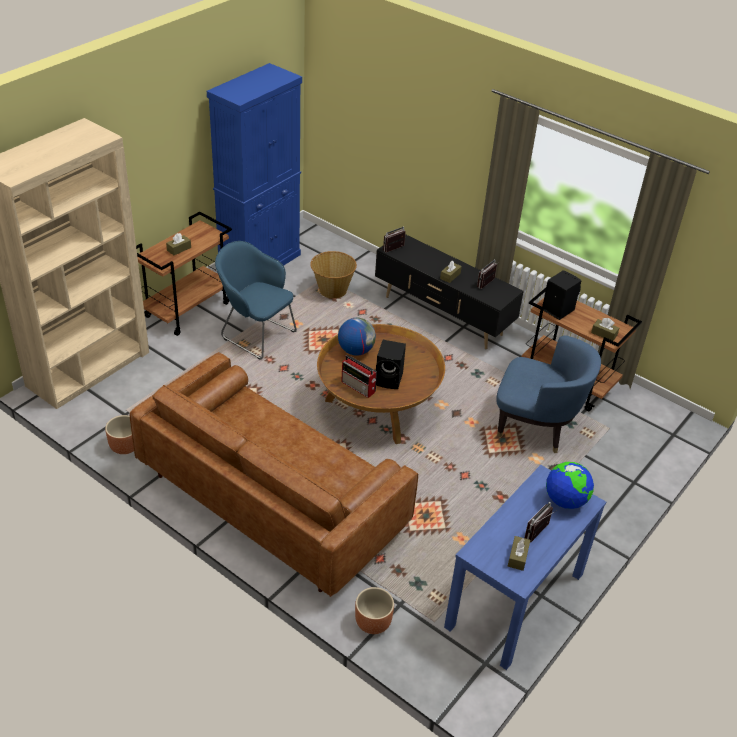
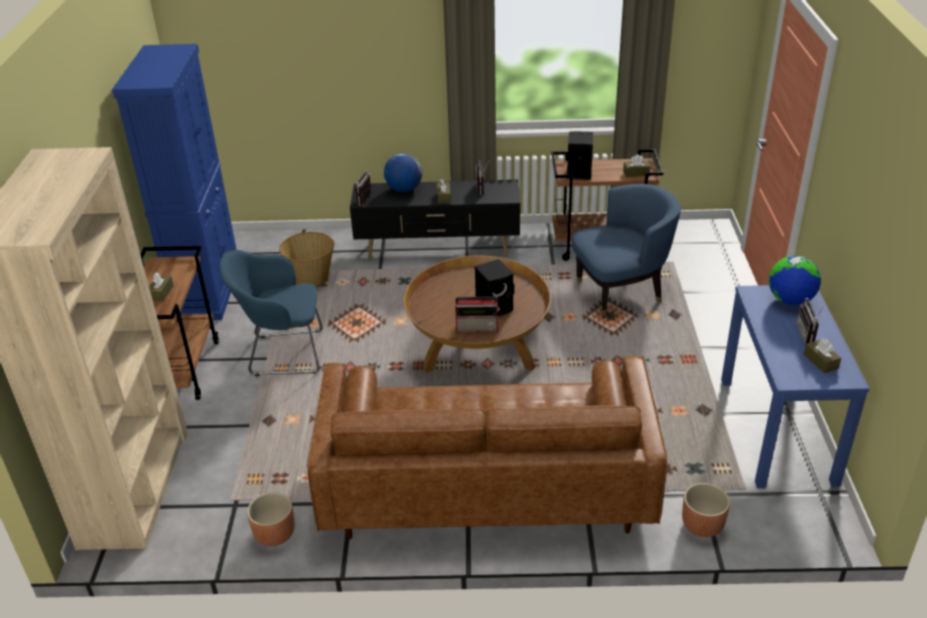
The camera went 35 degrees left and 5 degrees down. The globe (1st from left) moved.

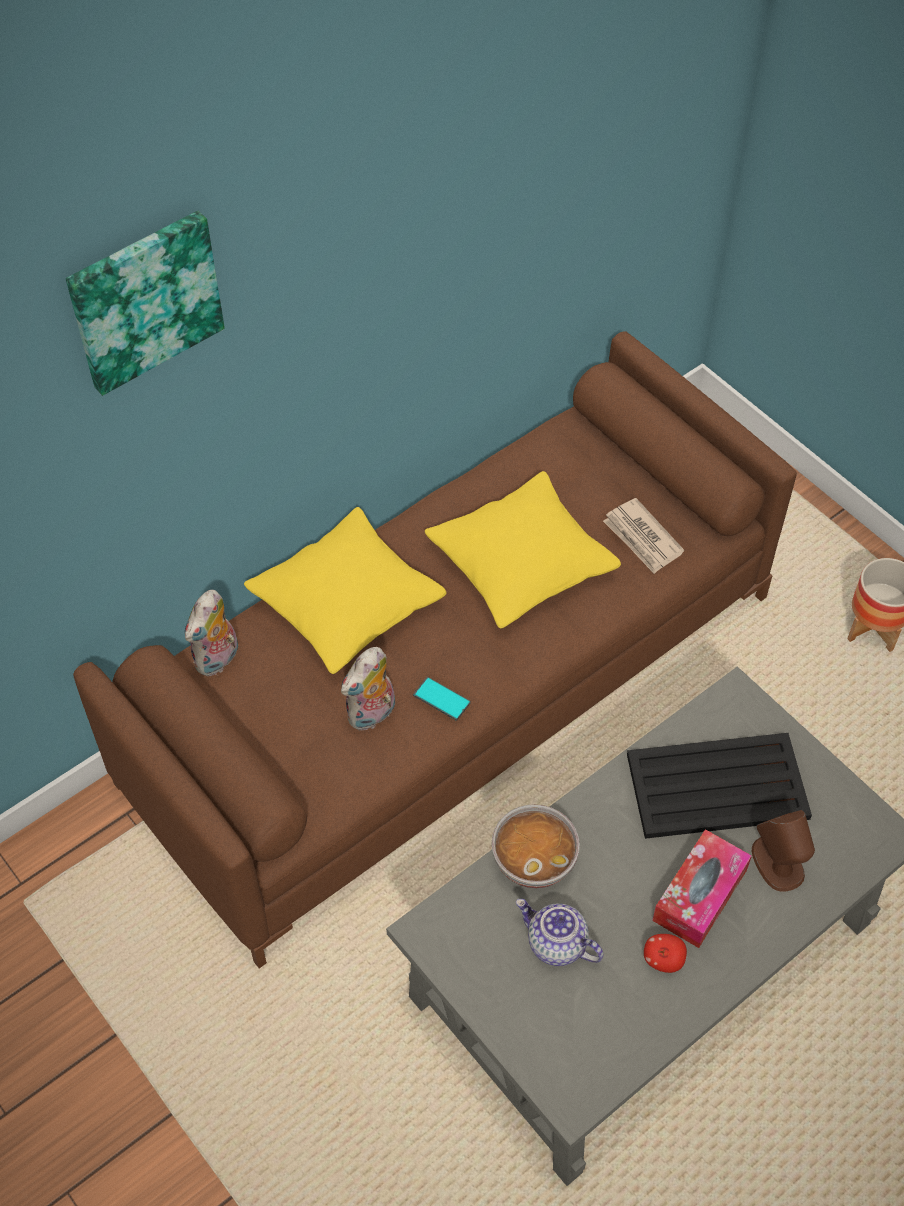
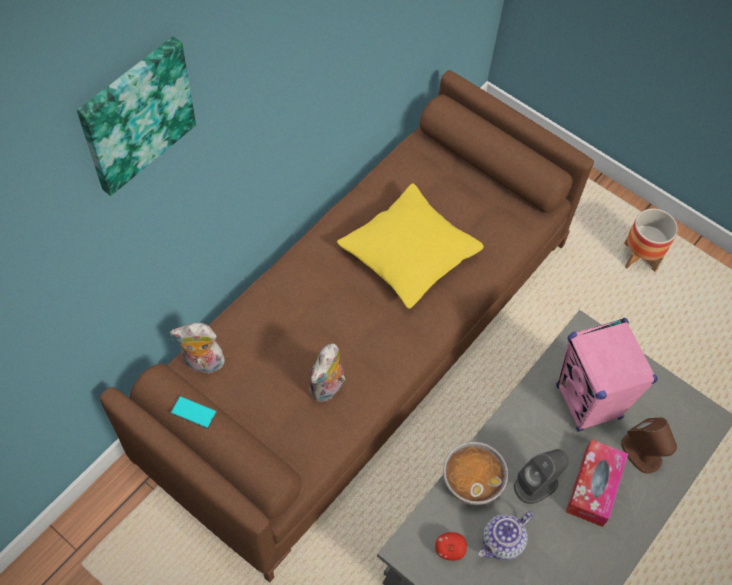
The camera went 15 degrees left and 5 degrees up. The plush toy (1st from left) turned 75 degrees clockwise. The yellowish throw pillow (1st from left) disappeared. The phone moved. The teapot turned 60 degrees counterclockwise. The newspaper disappeared. The black carrying tray was replaced by the pink-coloured audio speaker. The whole apple moved. The greyish audio speaker appeared.

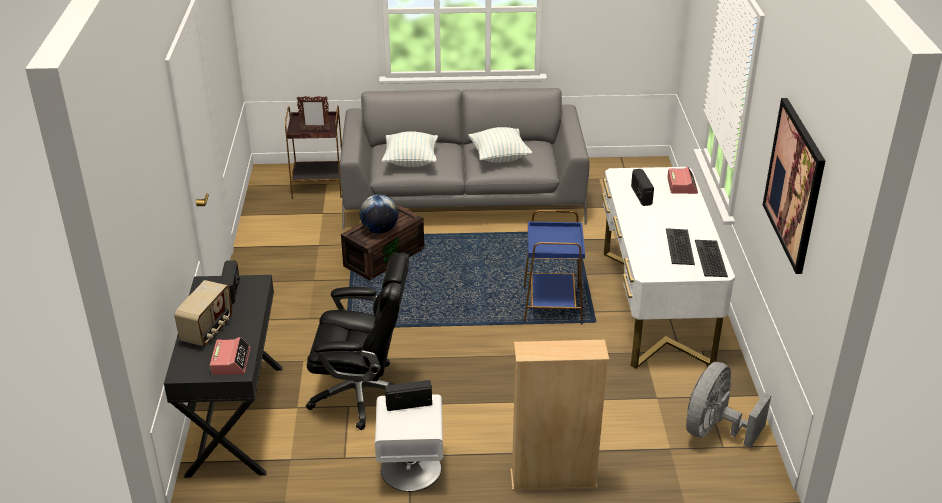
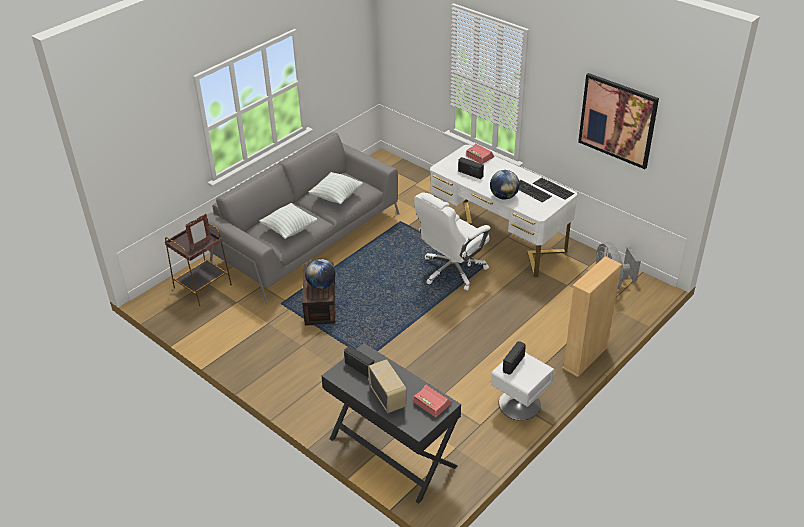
The camera went 45 degrees left and 5 degrees up. The black computer chair disappeared. The blue accent table was replaced by the white computer chair. The globe (2nd from left) appeared.

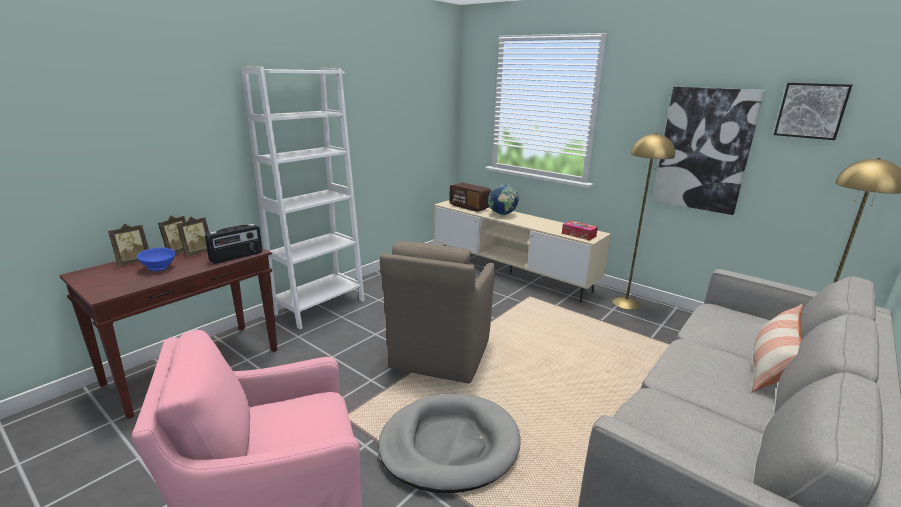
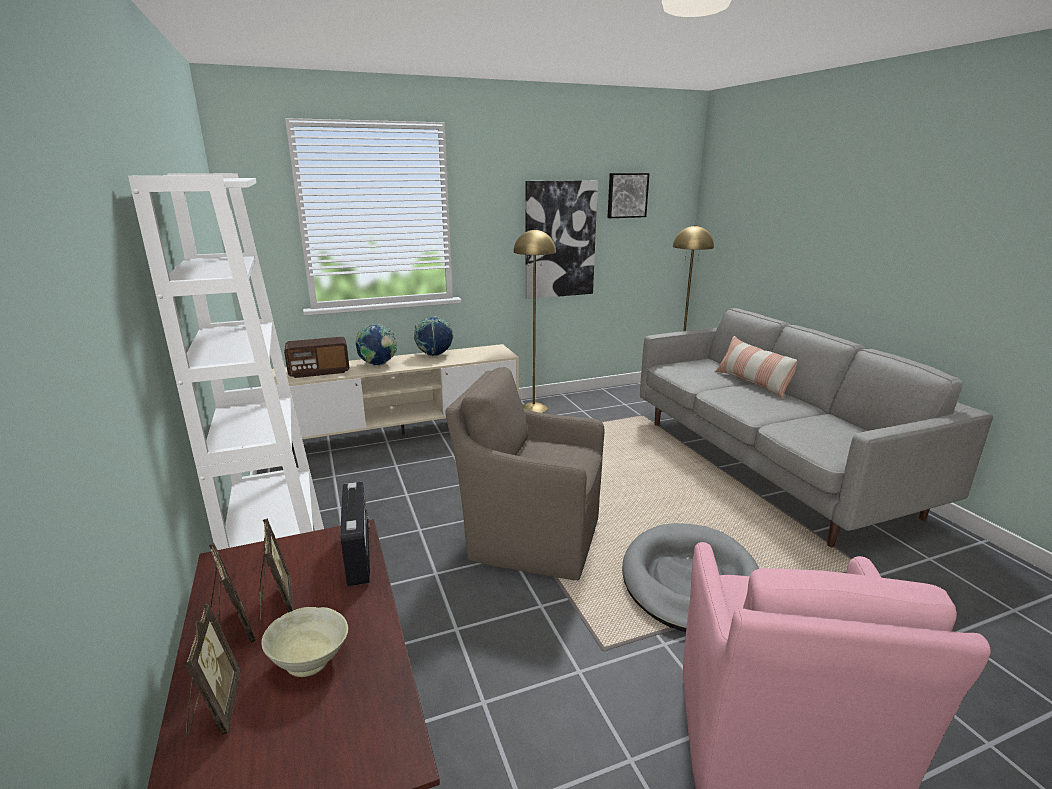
The camera went 60 degrees left and 0 degrees up. The blue serving bowl became the beige serving bowl. The brown-coloured armchair turned 150 degrees clockwise. The tissue box disappeared. The globe (2nd from left) appeared.

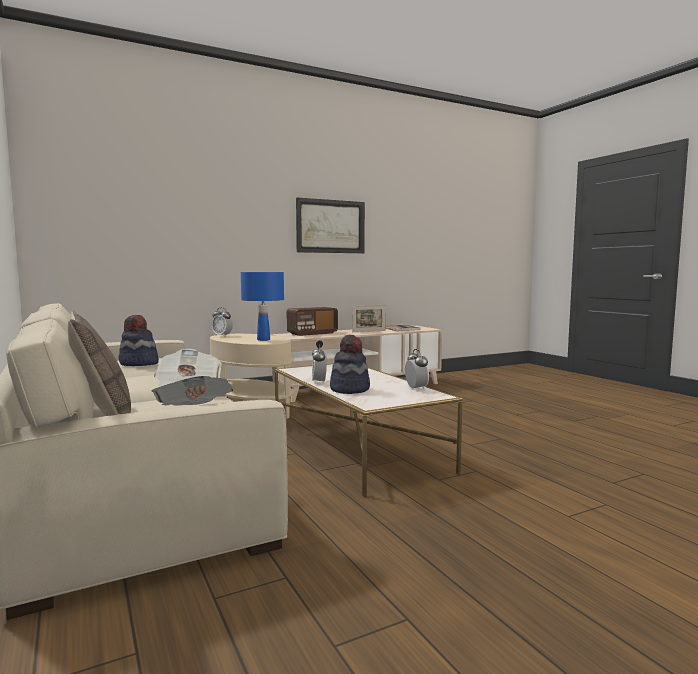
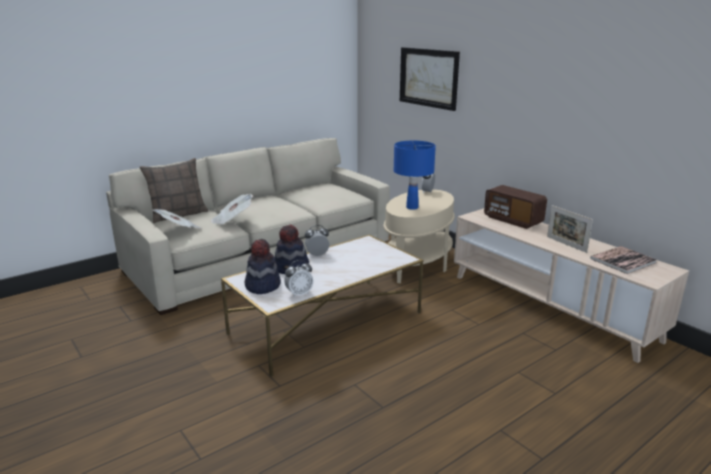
The camera went 80 degrees right and 15 degrees up. The hat (1st from left) moved. The picture moved.

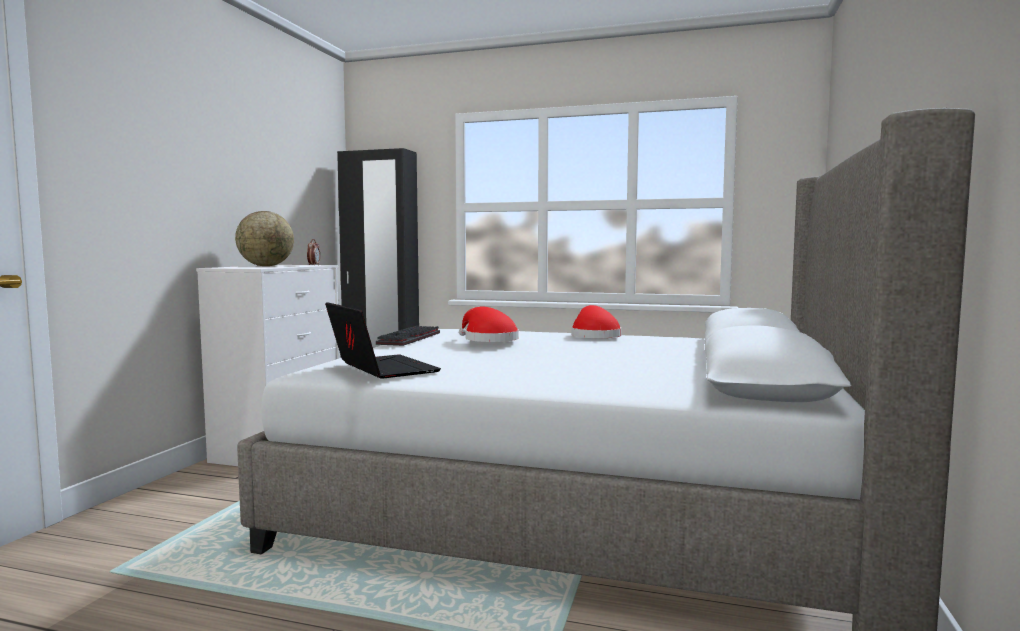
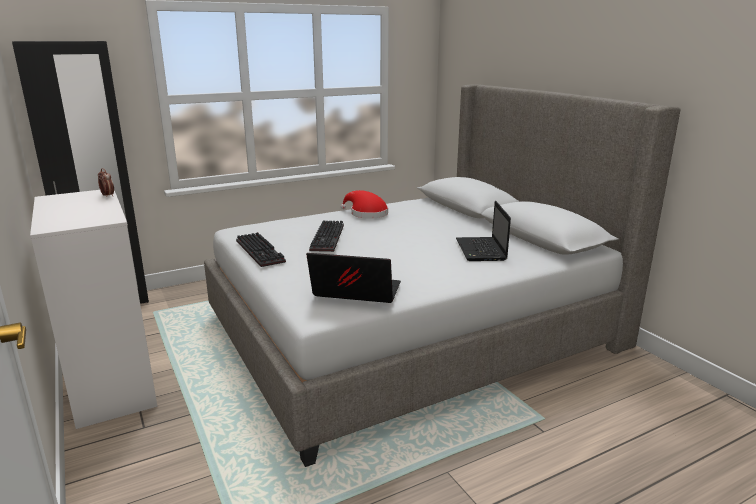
The camera went 45 degrees left and 15 degrees up. The globe disappeared. The reddish hat (1st from left) was replaced by the computer keyboard (2nd from left). The portable computer (2nd from left) appeared.

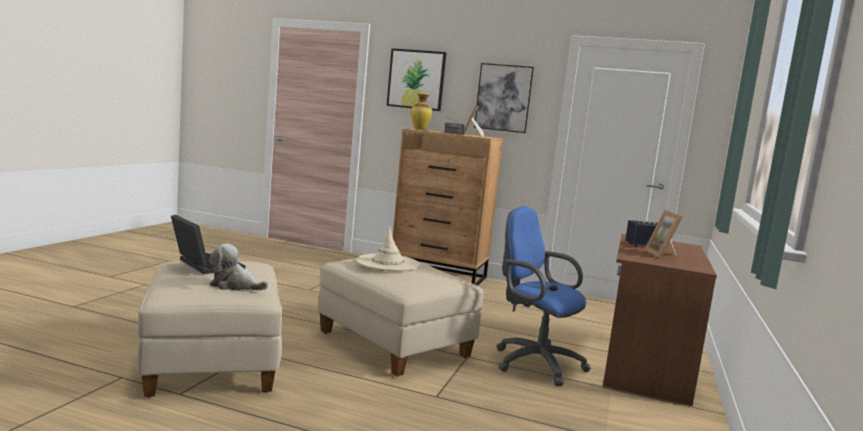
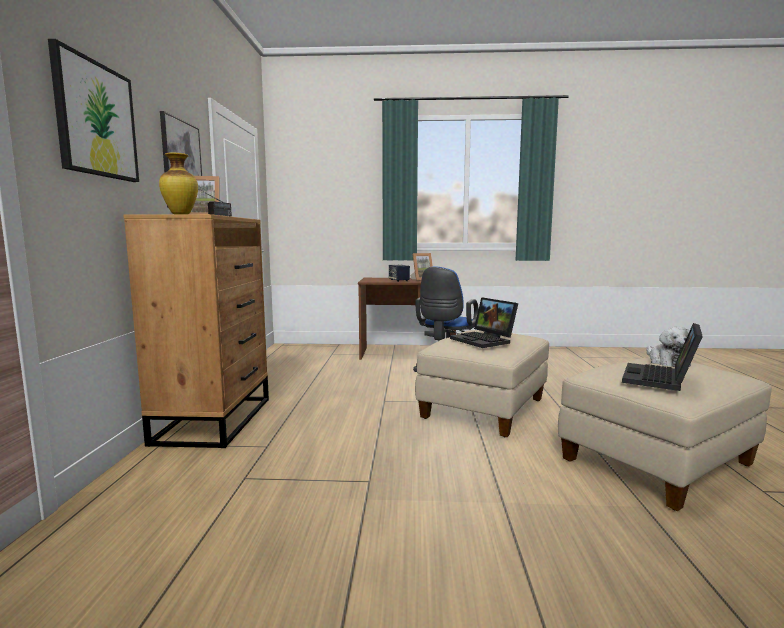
The camera went 105 degrees left and 0 degrees up. The beige hat was replaced by the portable computer (1st from left).

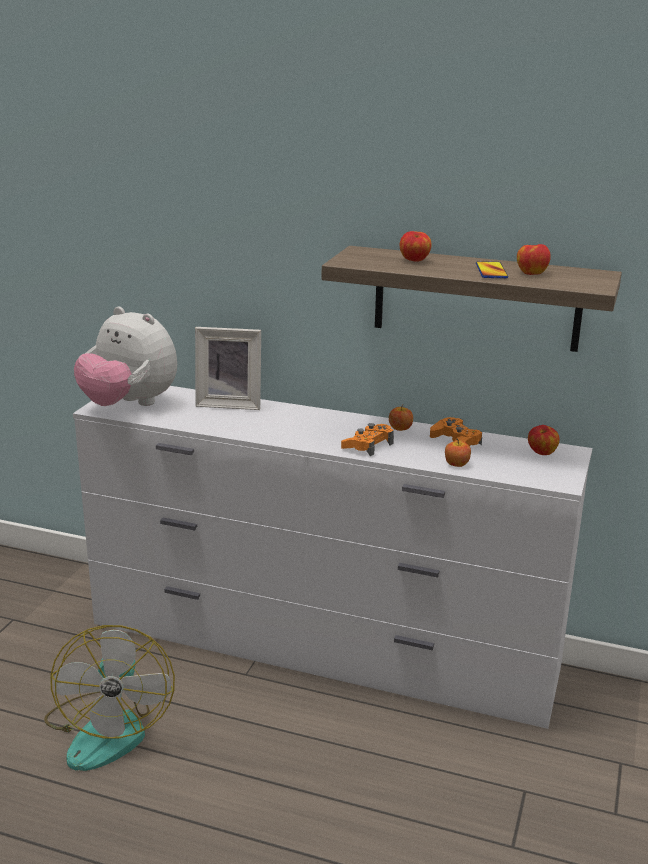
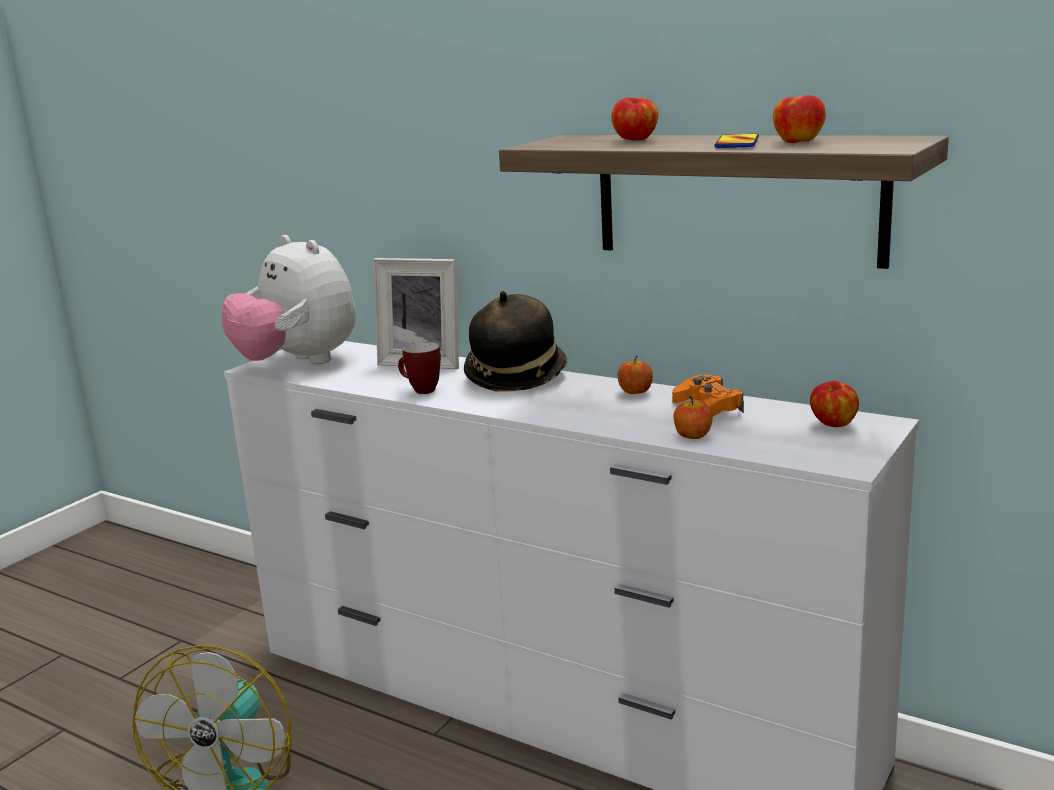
The camera went 15 degrees right and 5 degrees down. The orangey game controller (1st from left) disappeared. The coffee mug appeared. The hat appeared.

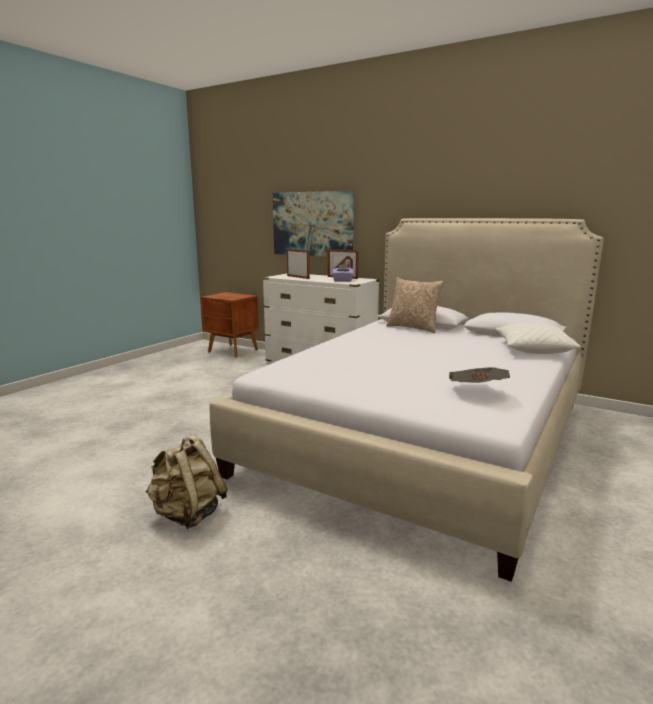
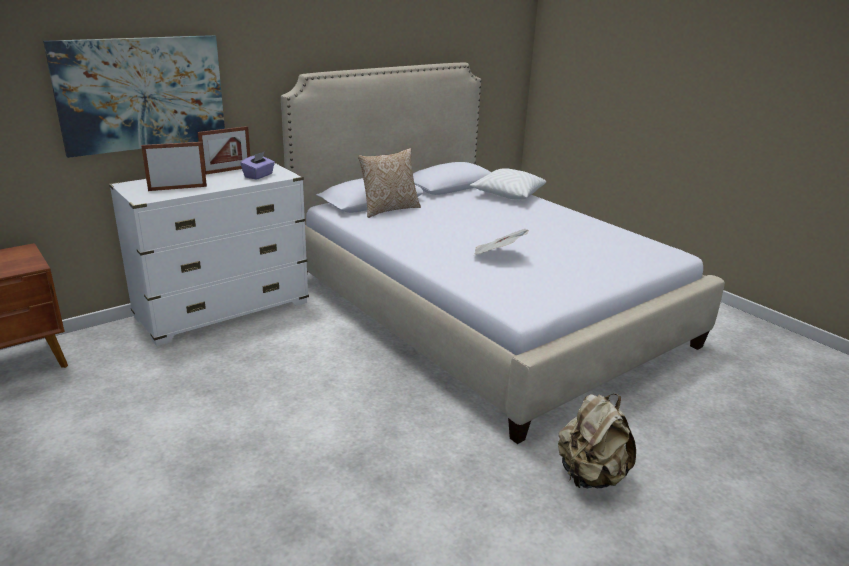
The camera went 70 degrees left and 10 degrees up. The newspaper moved.

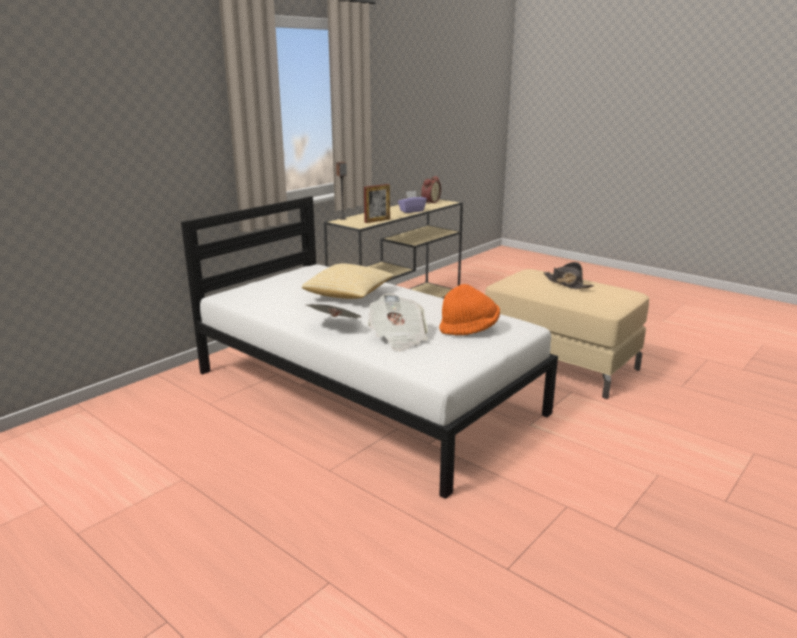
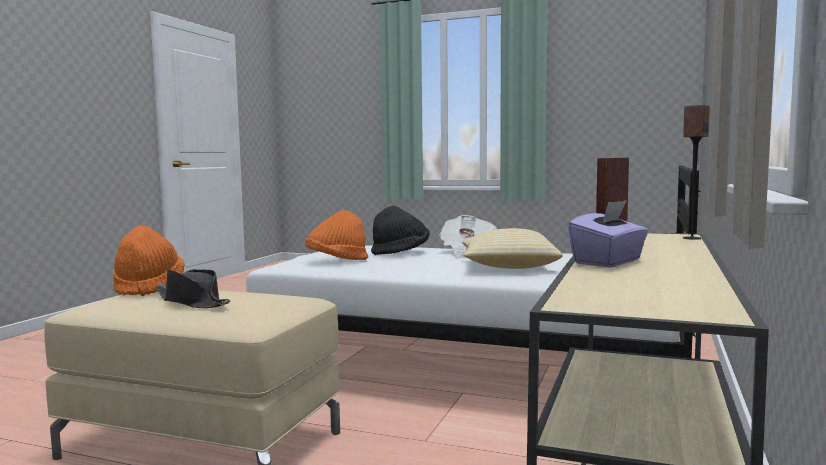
The camera went 160 degrees right and 15 degrees down. The newspaper (2nd from left) was replaced by the black hat (2nd from left). The table clock disappeared. The orangey hat (1st from left) appeared.

